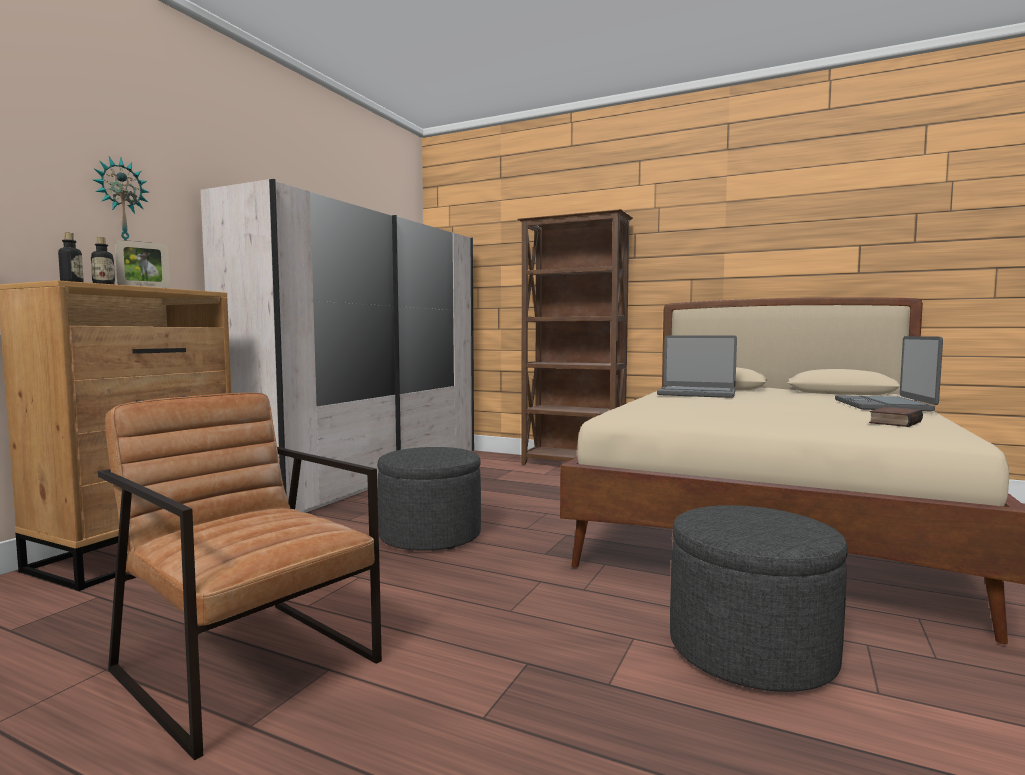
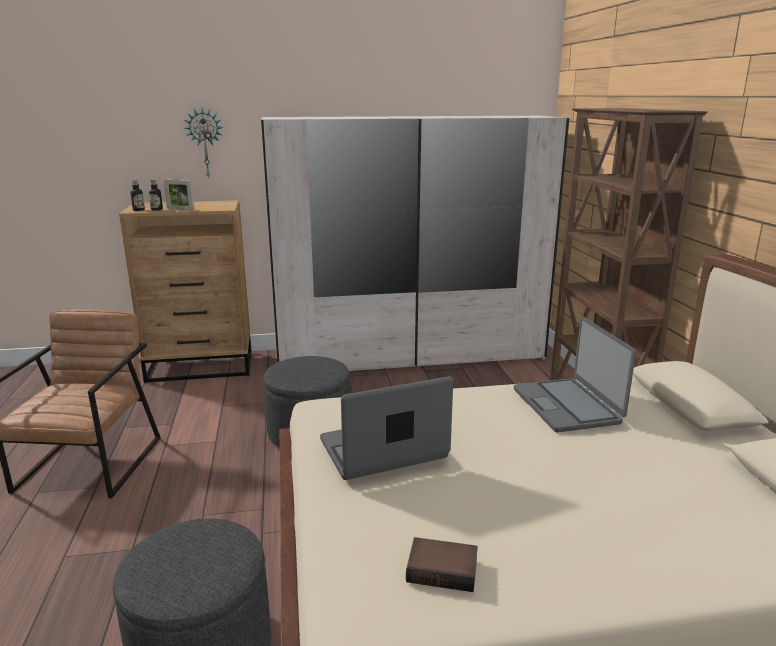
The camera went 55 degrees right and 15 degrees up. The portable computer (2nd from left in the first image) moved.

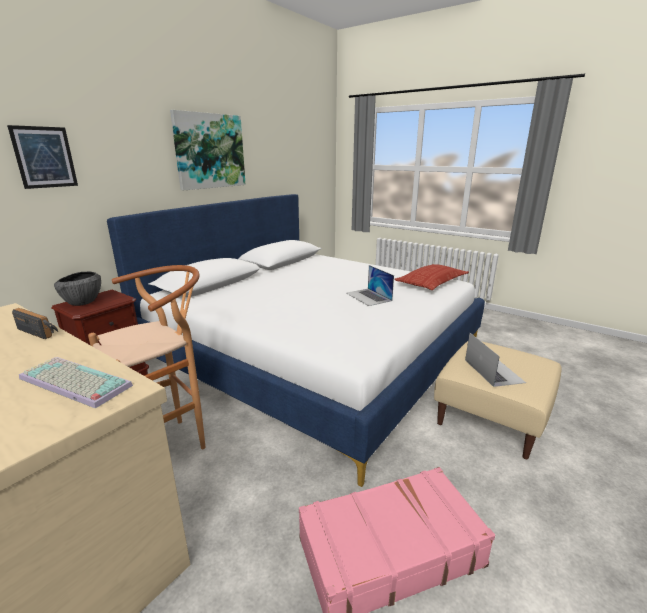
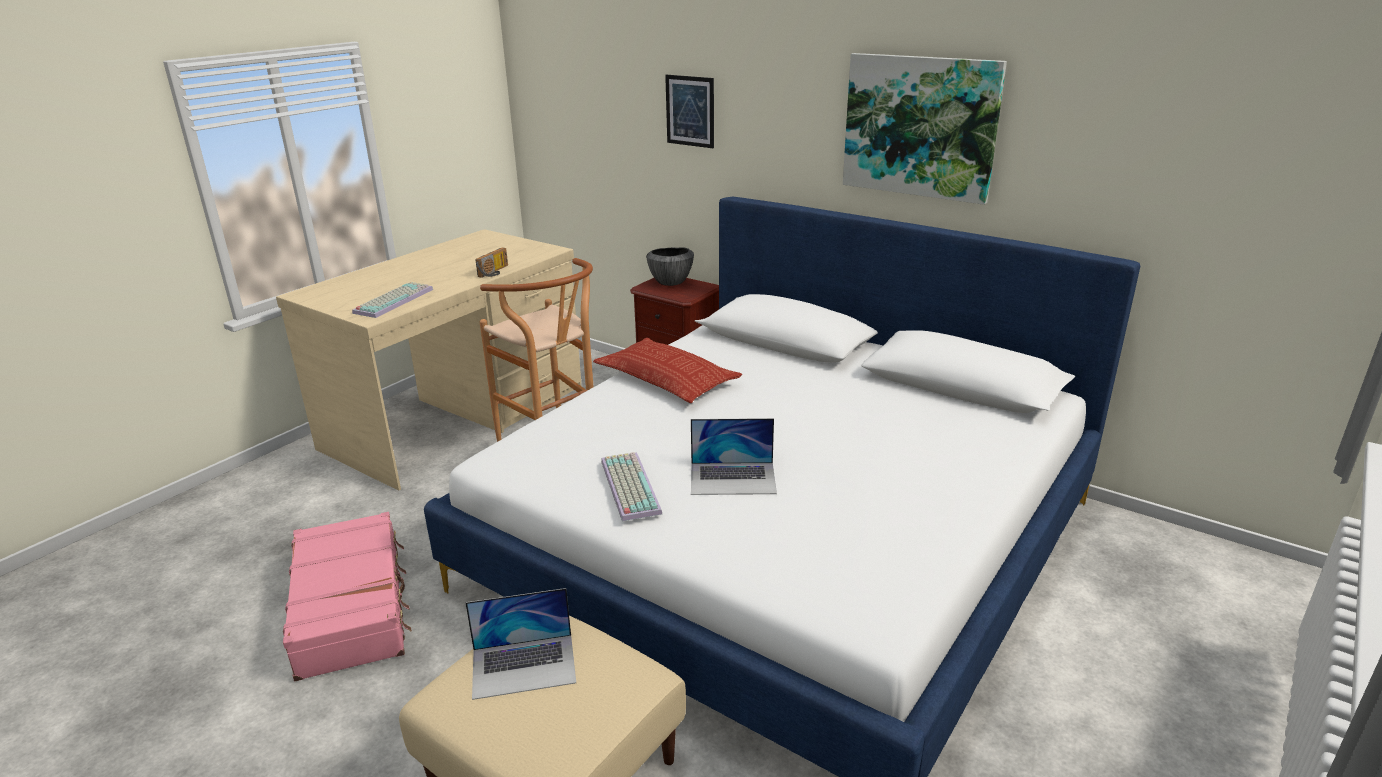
The camera went 90 degrees right and 5 degrees up. The portable computer (1st from left in the first image) turned 150 degrees counterclockwise. The throw pillow moved. The computer keyboard (2nd from left) appeared.

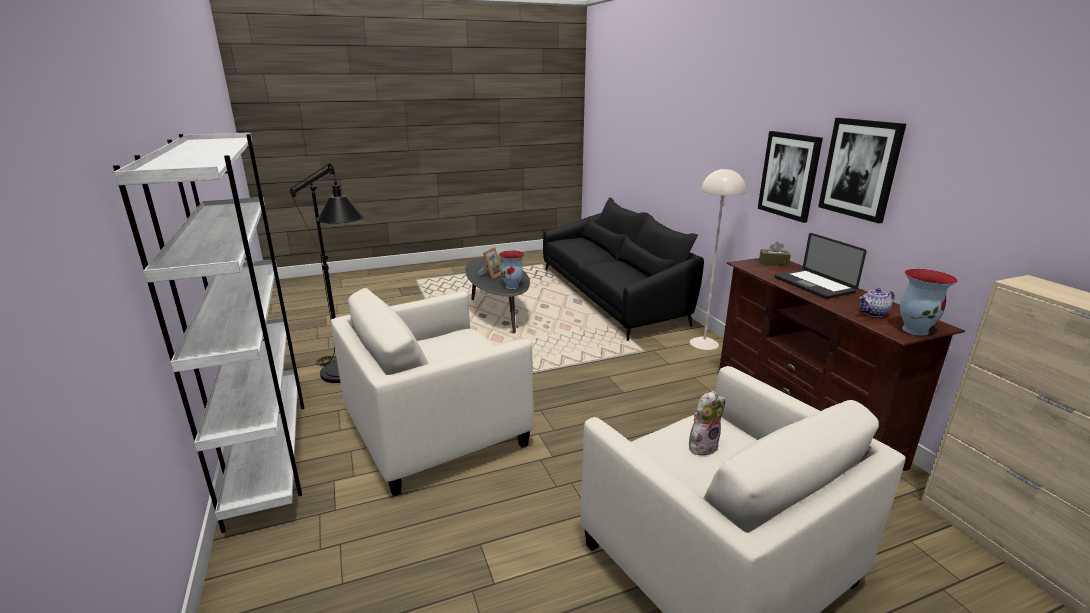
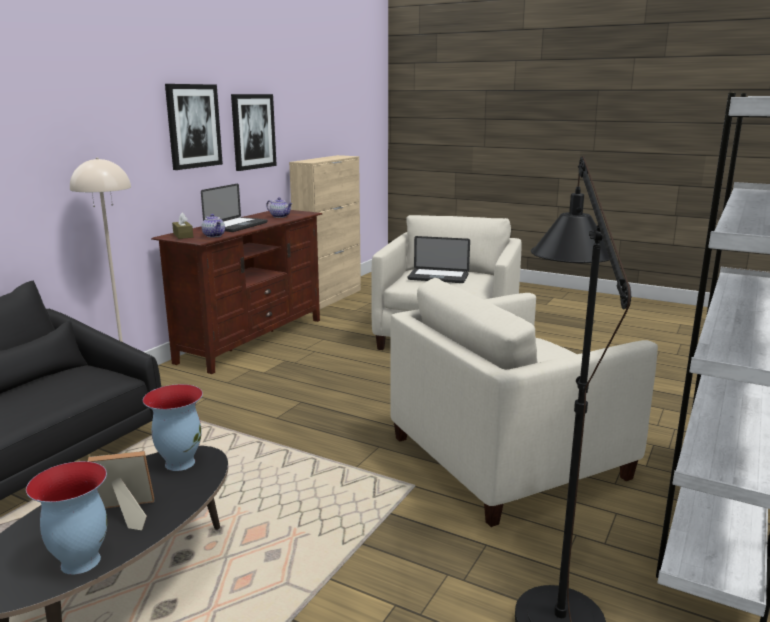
The camera went 130 degrees left and 5 degrees down. The beige armchair (1st from left in the first image) turned 135 degrees clockwise. The plush toy was replaced by the portable computer (2nd from left). The picture (1st from left in the first image) moved. The decorative vase (2nd from left in the first image) moved. The teapot (1st from left) appeared.

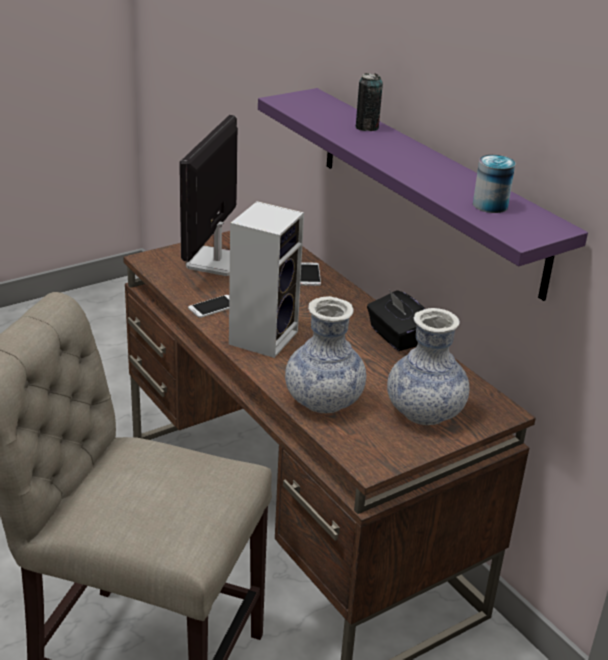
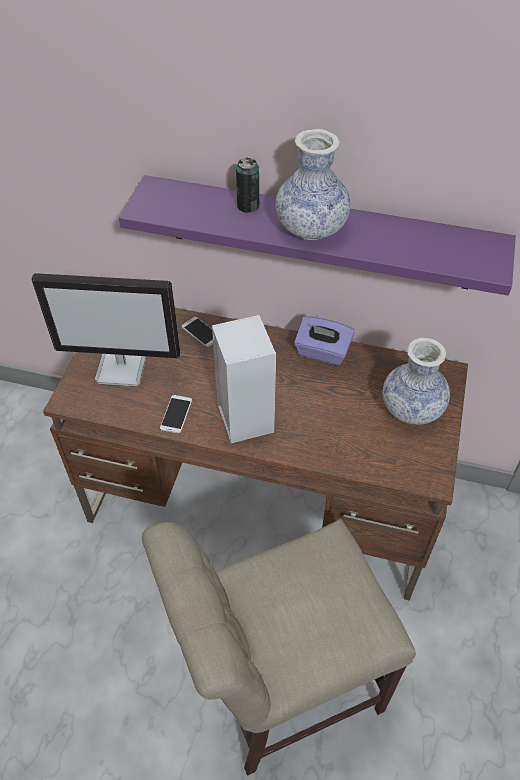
The camera went 40 degrees left and 20 degrees up. The monitor turned 60 degrees counterclockwise. The decorative vase (1st from left) moved. The black tissue box became the purple-coloured tissue box. The sealed can (2nd from left) disappeared.

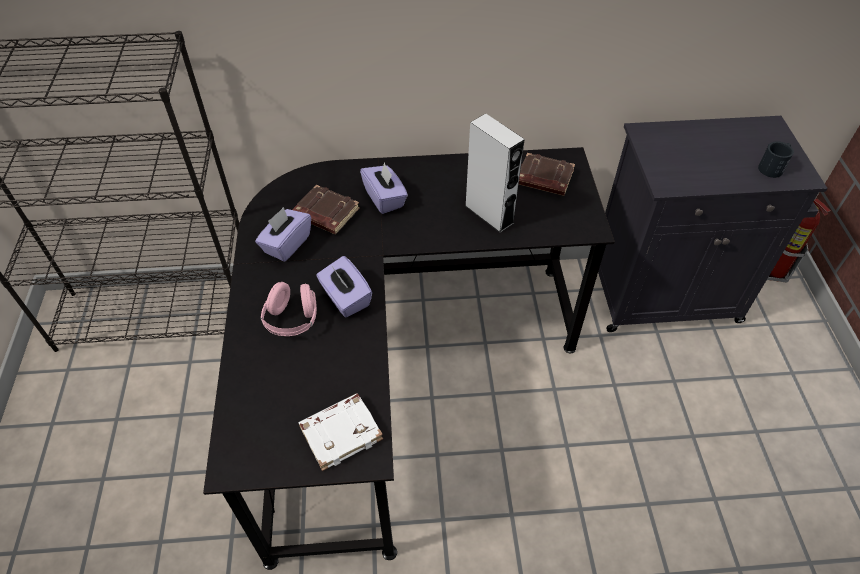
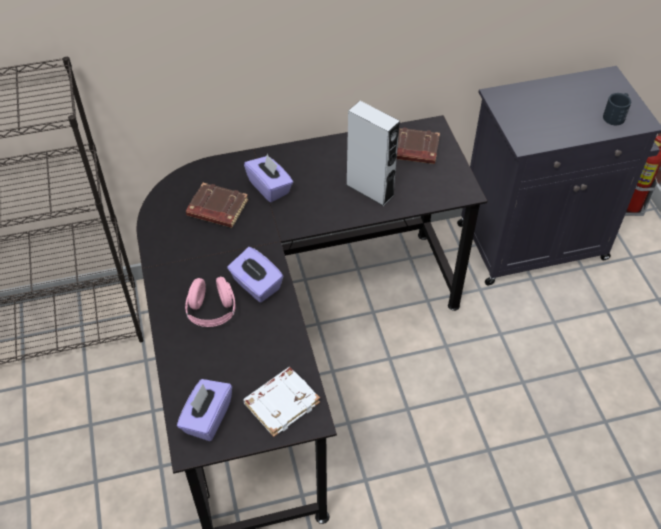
The camera went 10 degrees left and 0 degrees up. The purple-coloured tissue box (1st from left) moved.

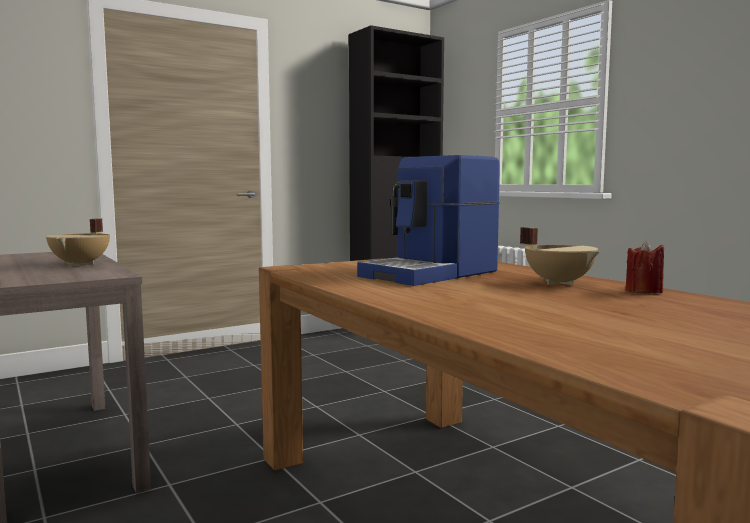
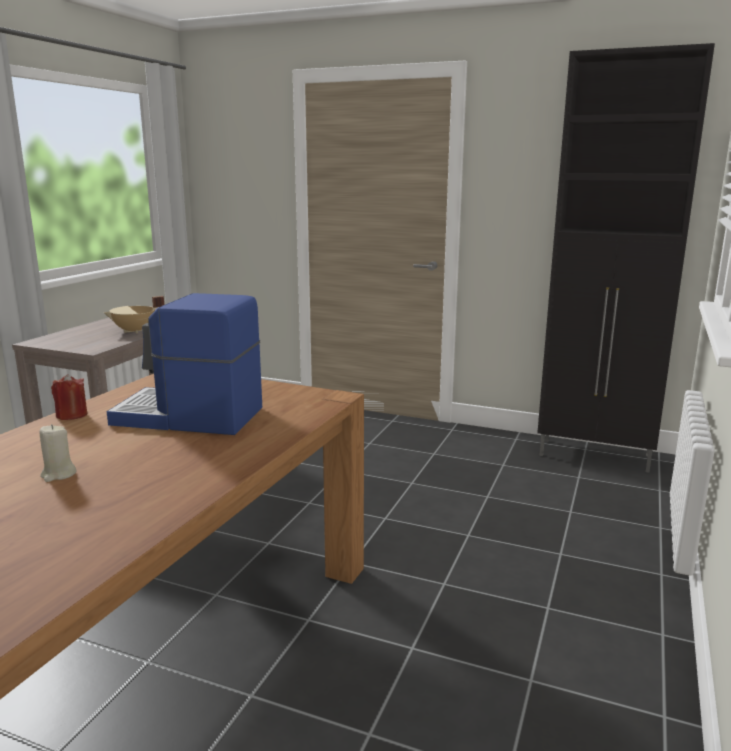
The camera went 55 degrees right and 10 degrees up. The beige saucepot (2nd from left) disappeared. The reddish wax candle moved. The beige wax candle appeared.

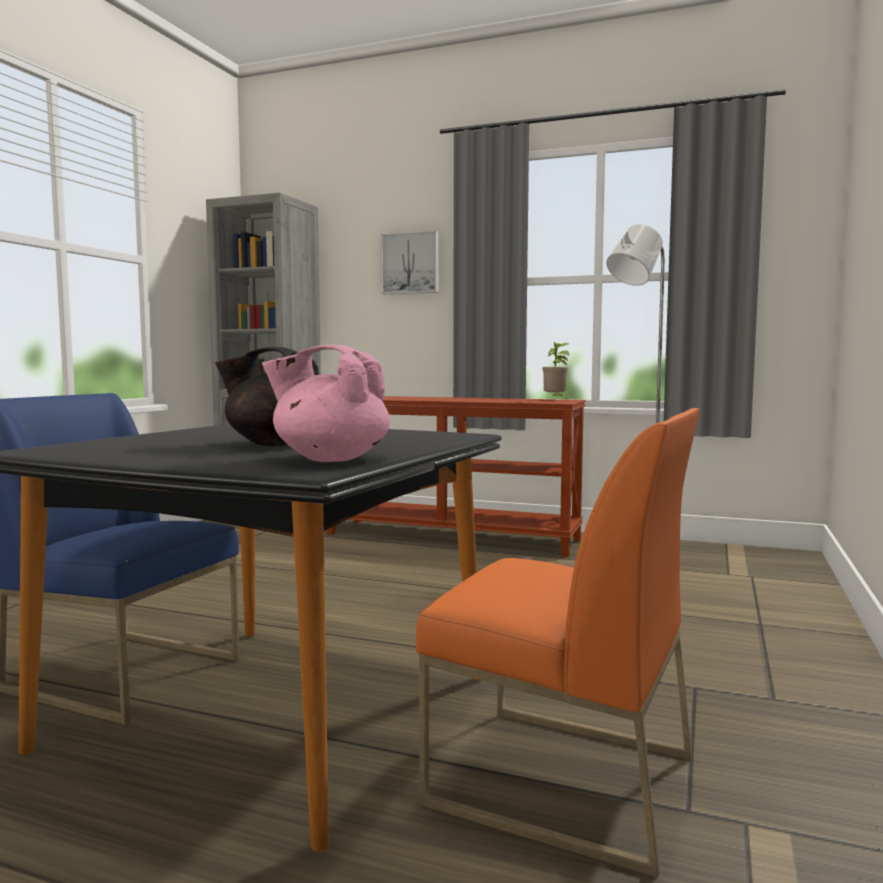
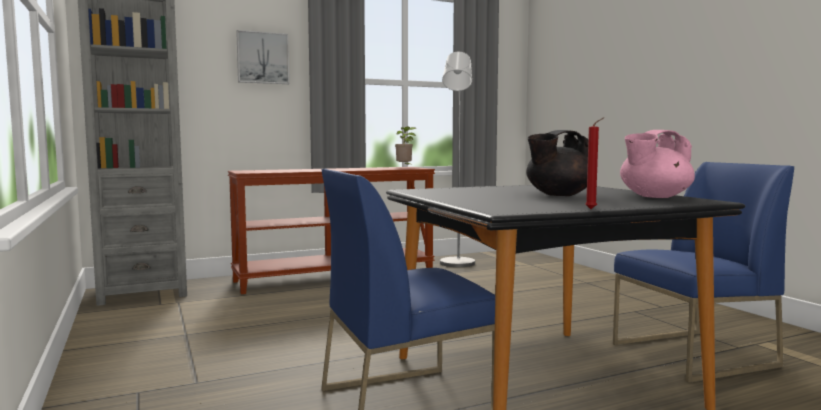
The camera went 45 degrees left and 0 degrees up. The orangey plain chair became the blue plain chair (2nd from left). The reddish wax candle appeared.

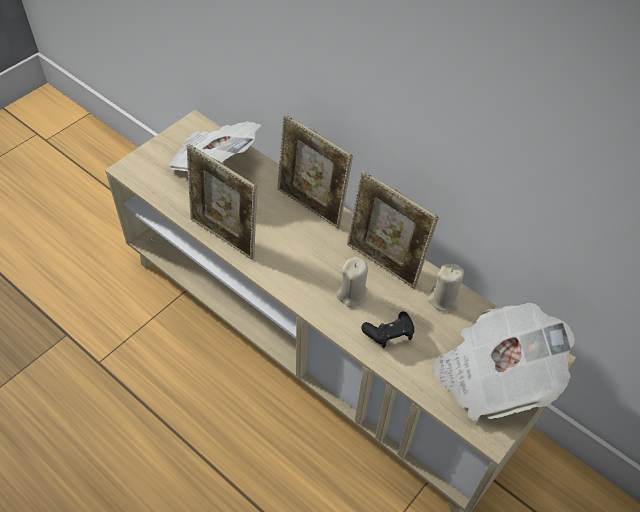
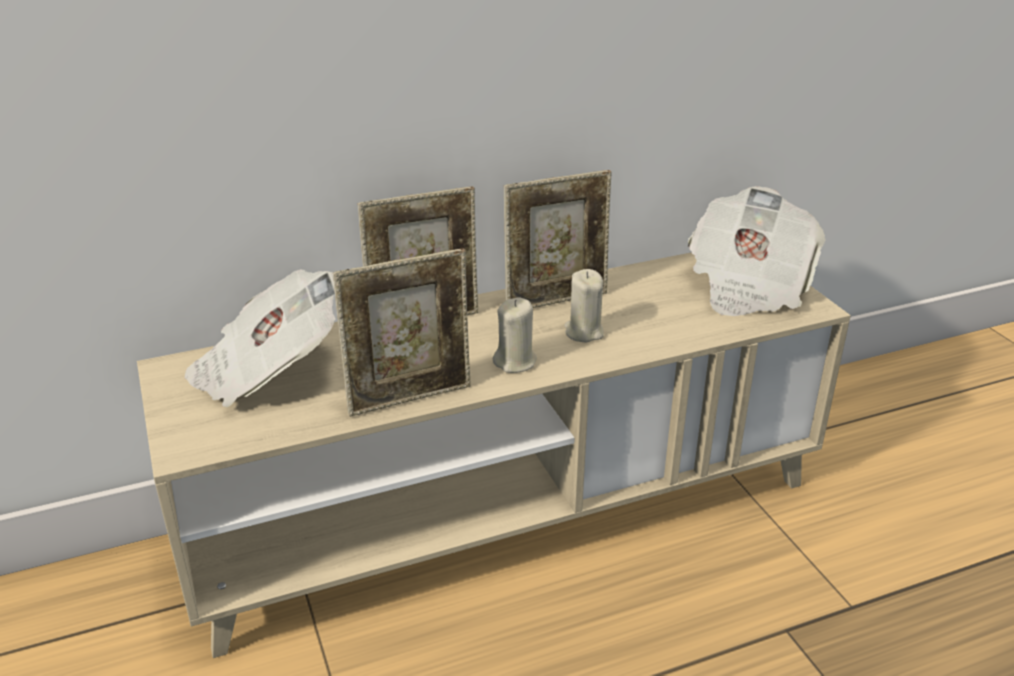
The camera went 60 degrees left and 20 degrees down. The black game controller disappeared. The beige wax candle (2nd from left in the first image) moved.

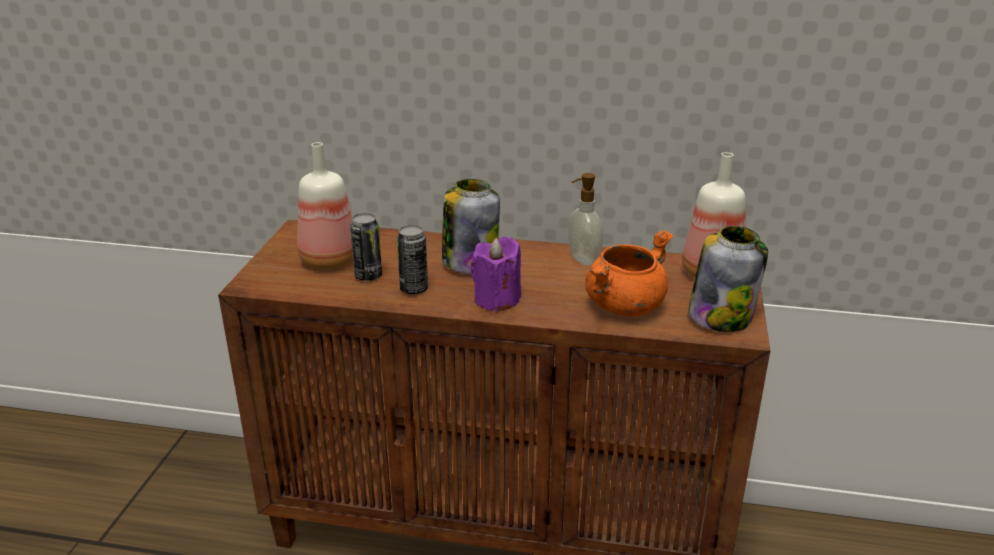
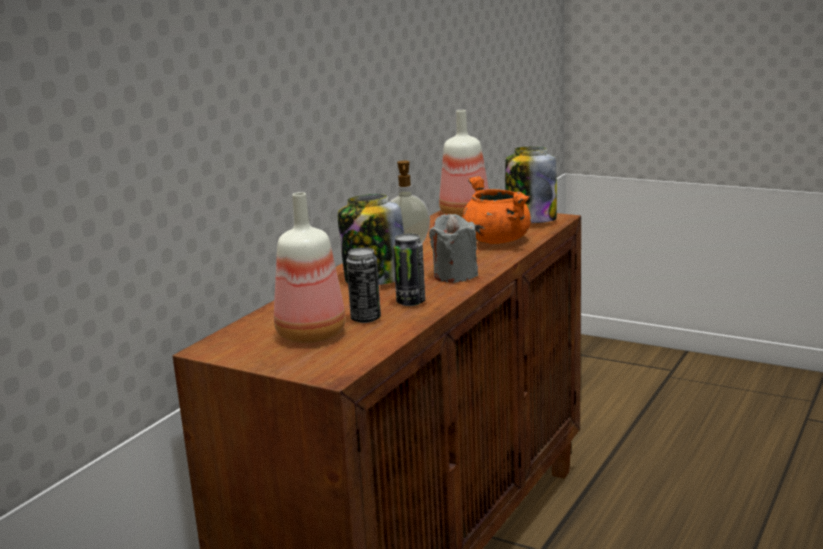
The camera went 70 degrees left and 10 degrees down. The purple-coloured wax candle became the greyish wax candle.

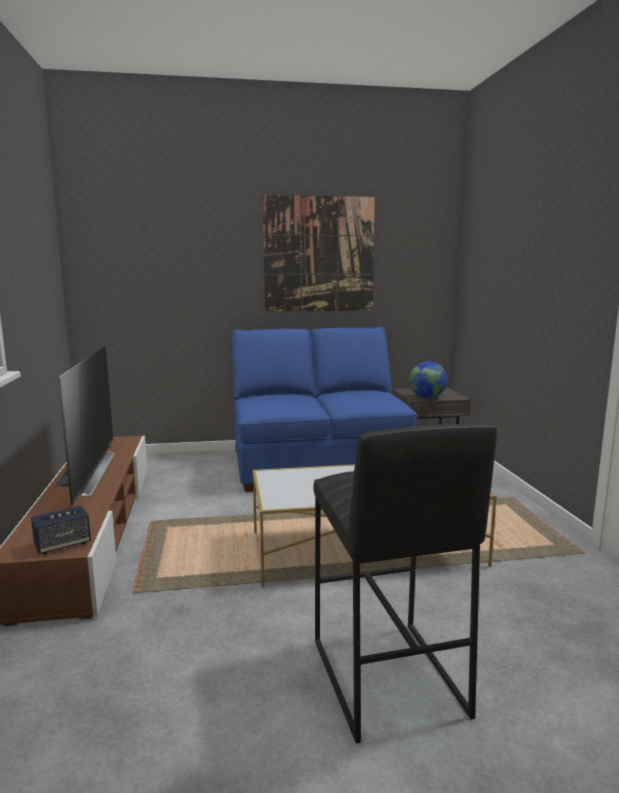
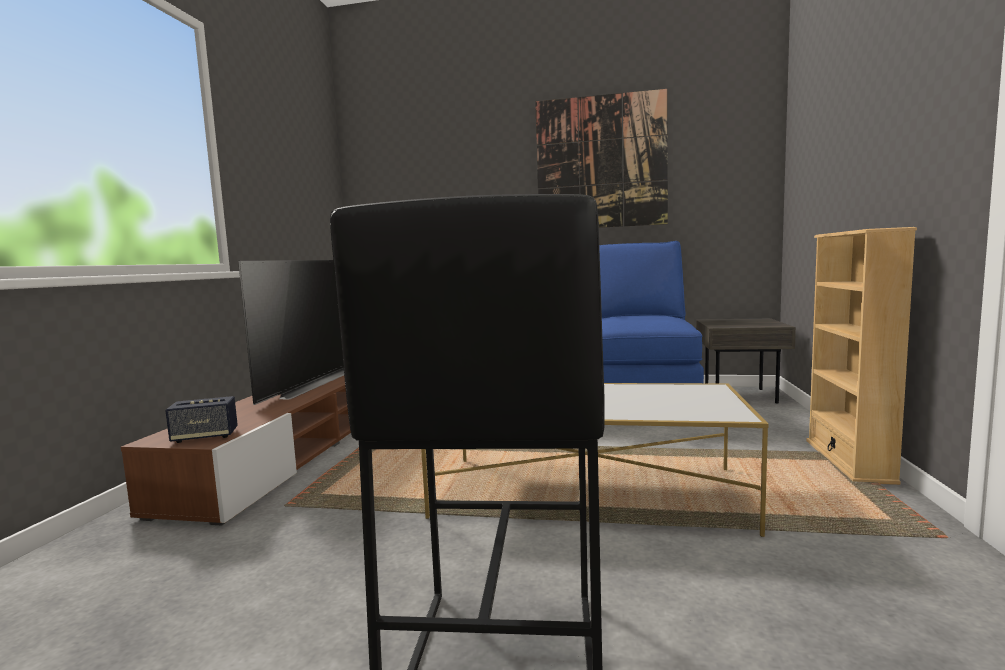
The camera went 20 degrees right and 5 degrees down. The globe disappeared. The beige shelving unit appeared.

